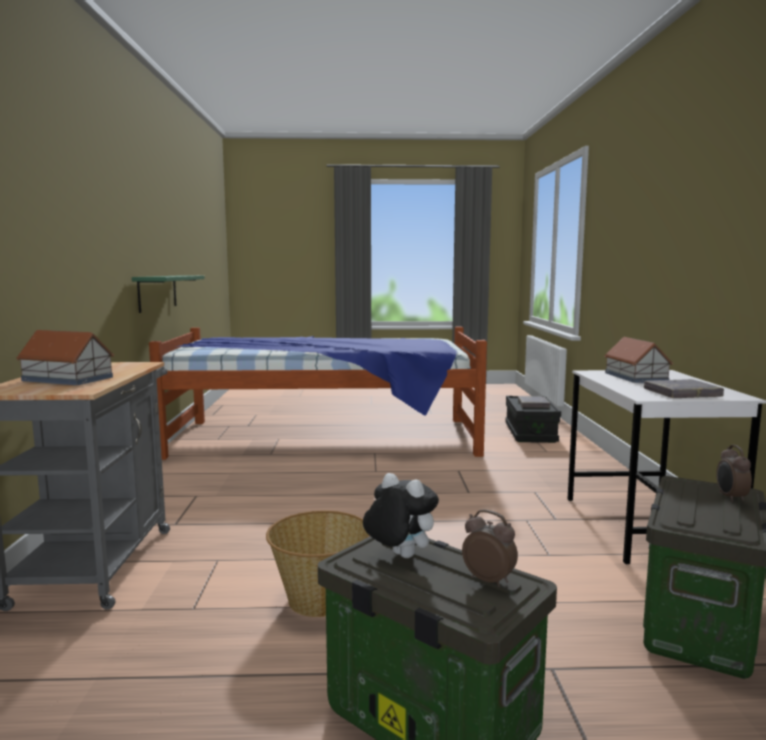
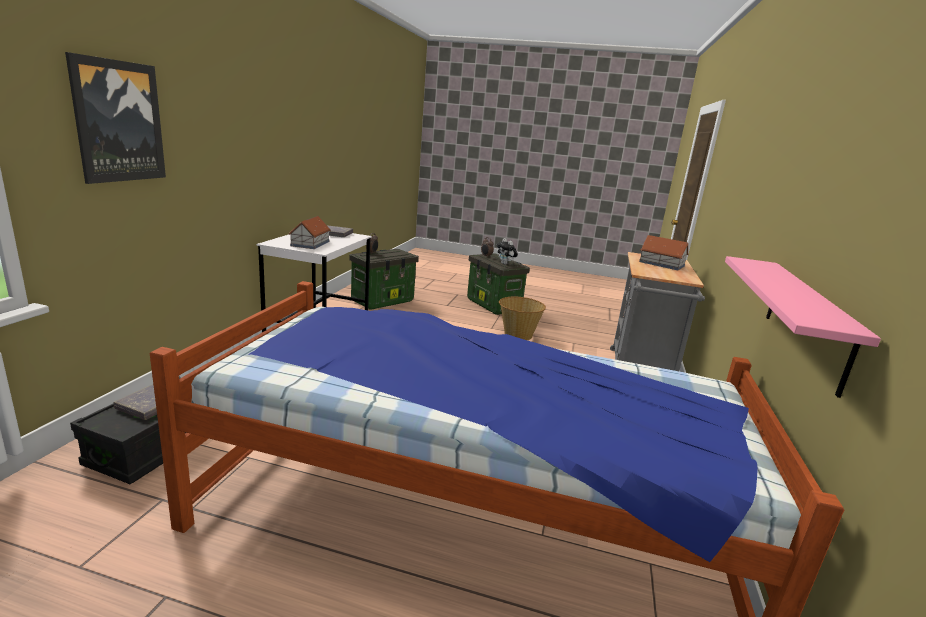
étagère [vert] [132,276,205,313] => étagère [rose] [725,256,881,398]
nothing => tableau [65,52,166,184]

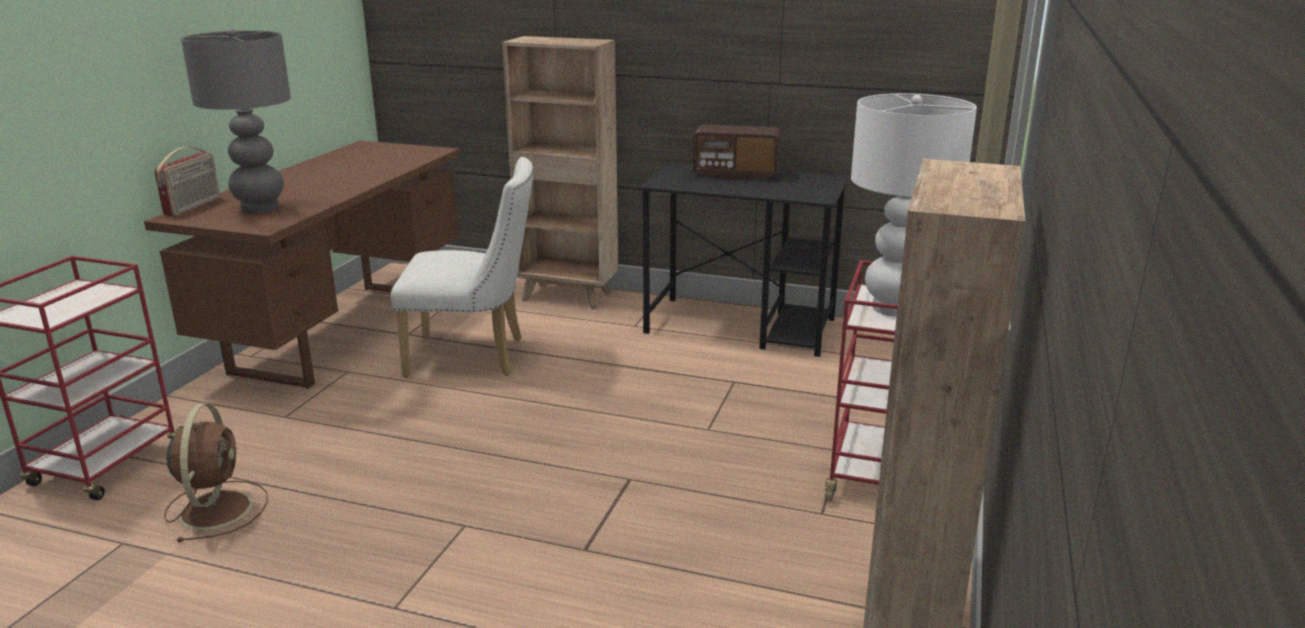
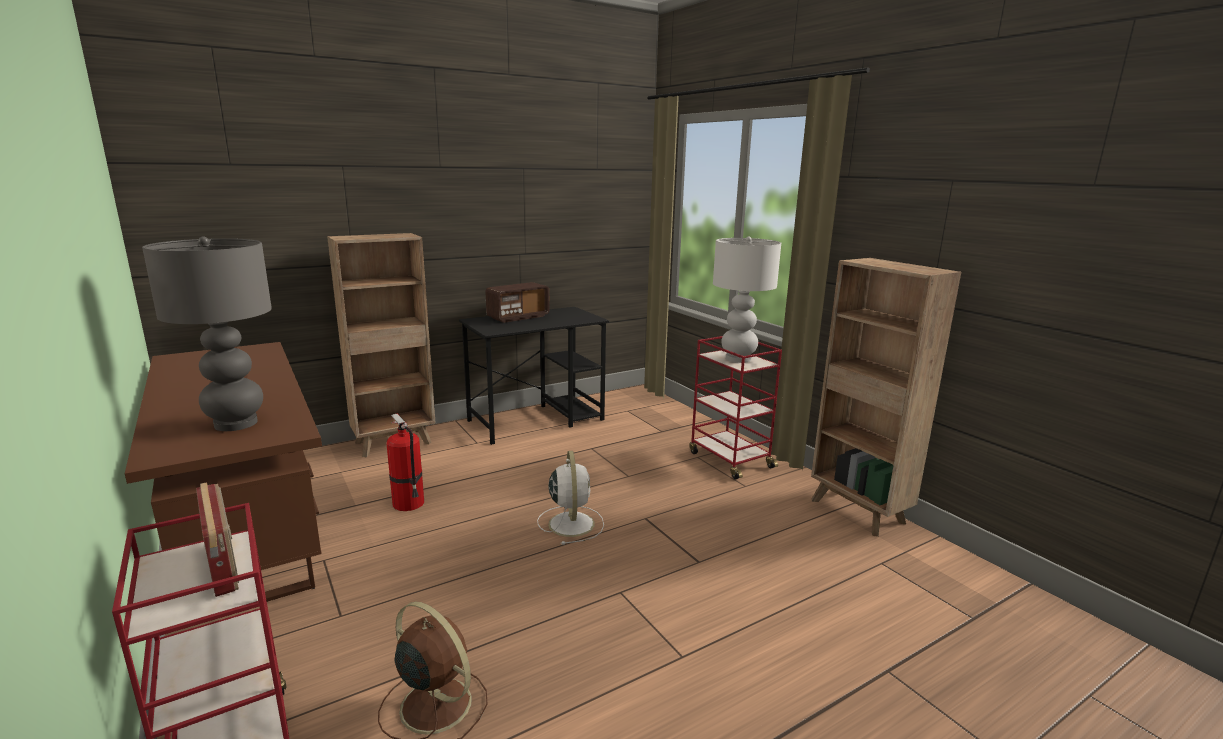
radio [154,147,220,216] => radio [196,482,239,597], shifted
chaise [blanc] [391,157,533,378] => extincteur [386,414,424,511]
nothing => ventilateur [blanc] [537,451,604,545]

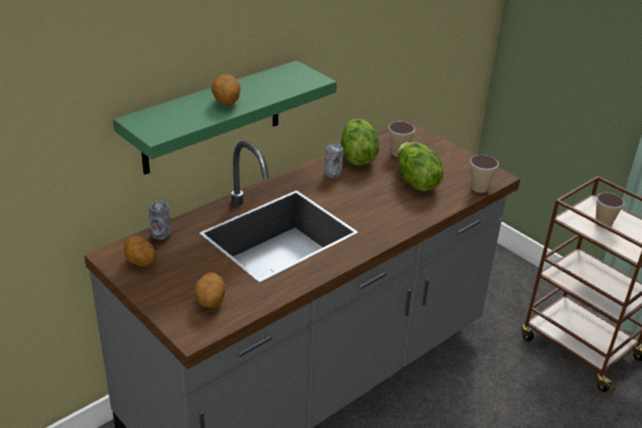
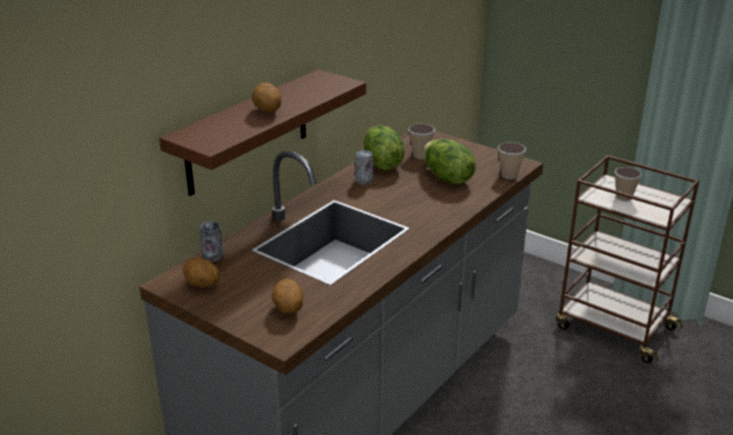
étagère [vert] [113,60,337,174] => étagère [marron] [159,69,366,196]

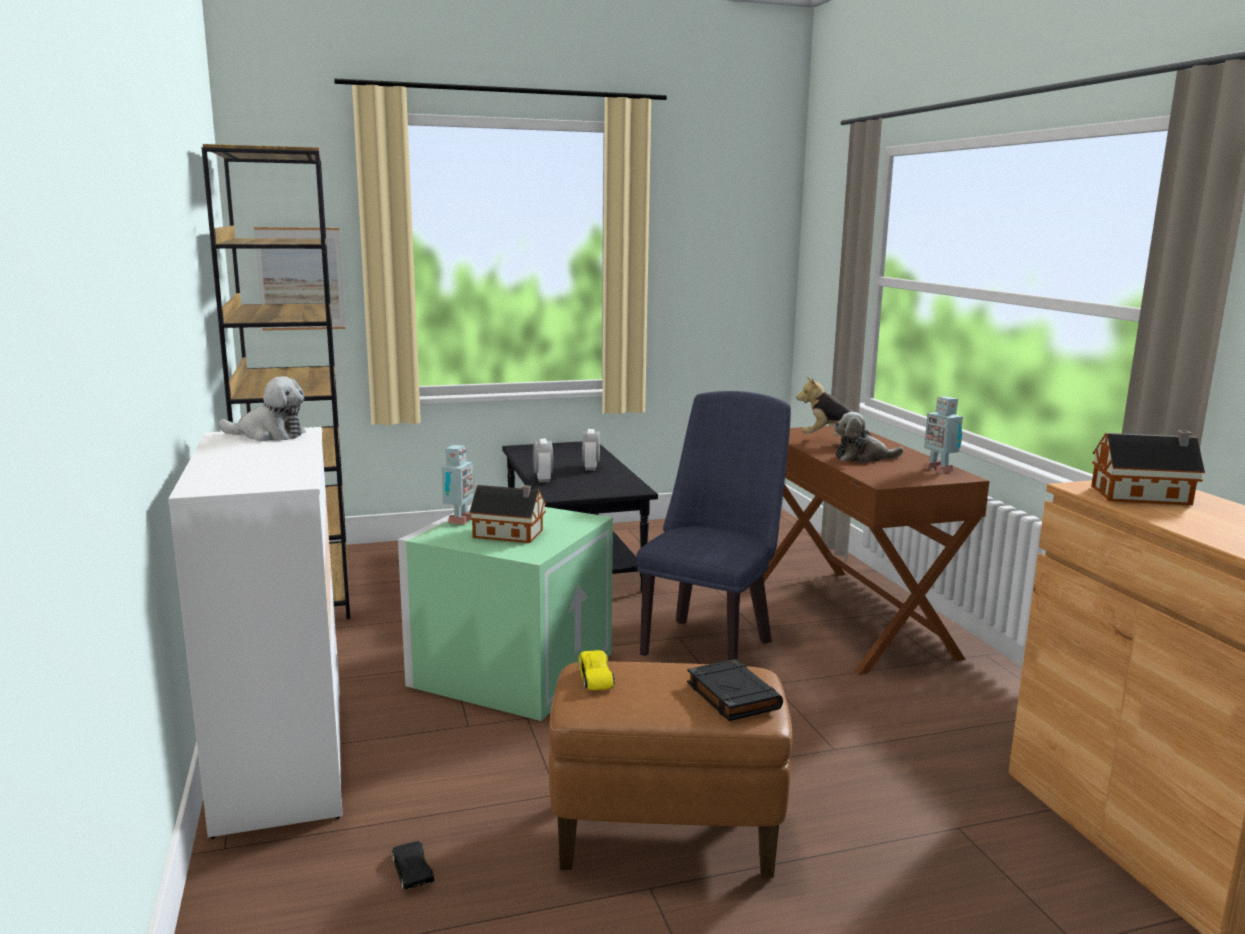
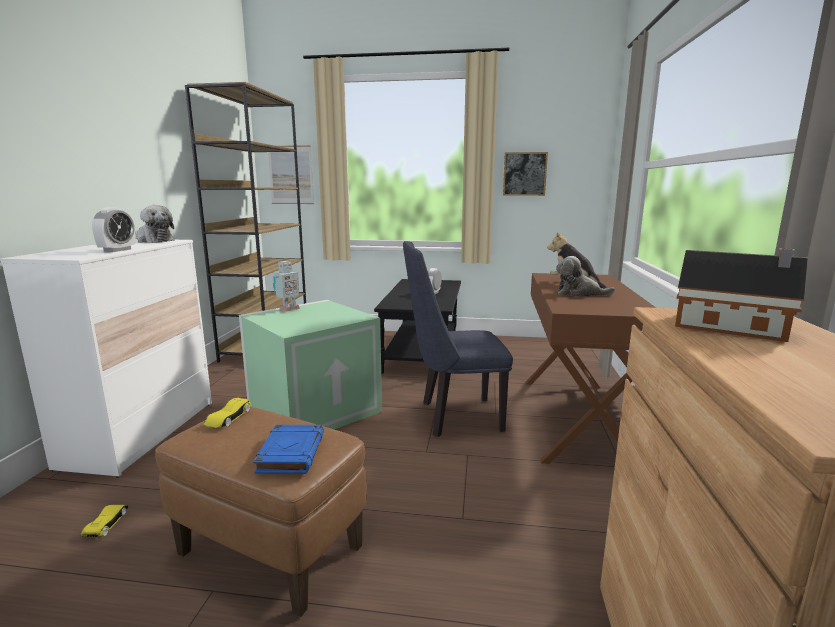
chaise [bleu] [636,391,791,660] => chaise [bleu] [403,241,513,437], 150 degrees counterclockwise
robot jouet [923,396,963,473] => nothing
réveil [533,439,553,483] => réveil [92,207,136,252], shifted
maison miniature [469,485,546,543] => nothing
livre [noir] [687,659,783,721] => livre [bleu] [253,425,324,474]
petite voiture [noir] [392,841,434,890] => petite voiture [jaune] [81,505,128,537]
nothing => tableau [503,152,548,196]

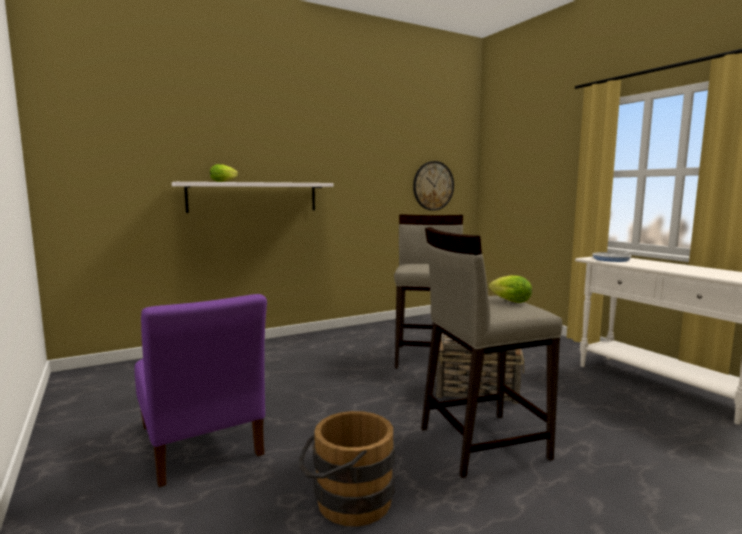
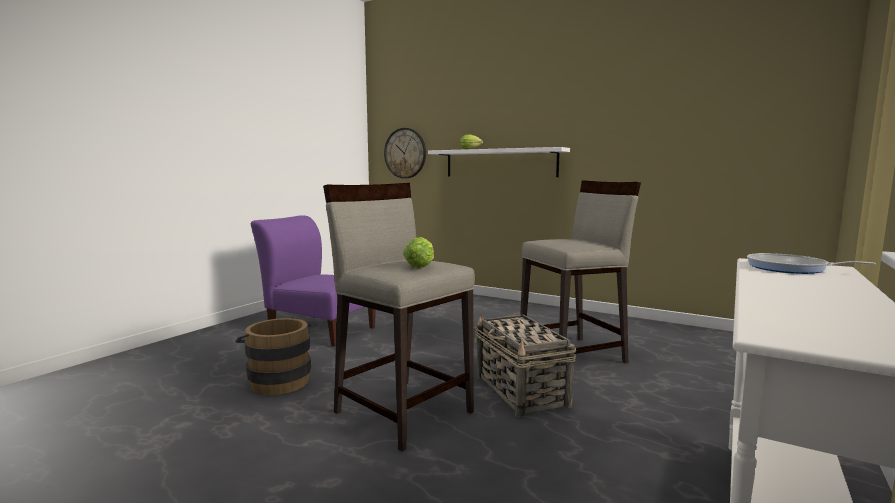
horloge murale [413,161,454,211] => horloge murale [384,128,426,178], shifted
chaise [violet] [134,294,267,487] => chaise [violet] [251,215,376,347], 90 degrees clockwise

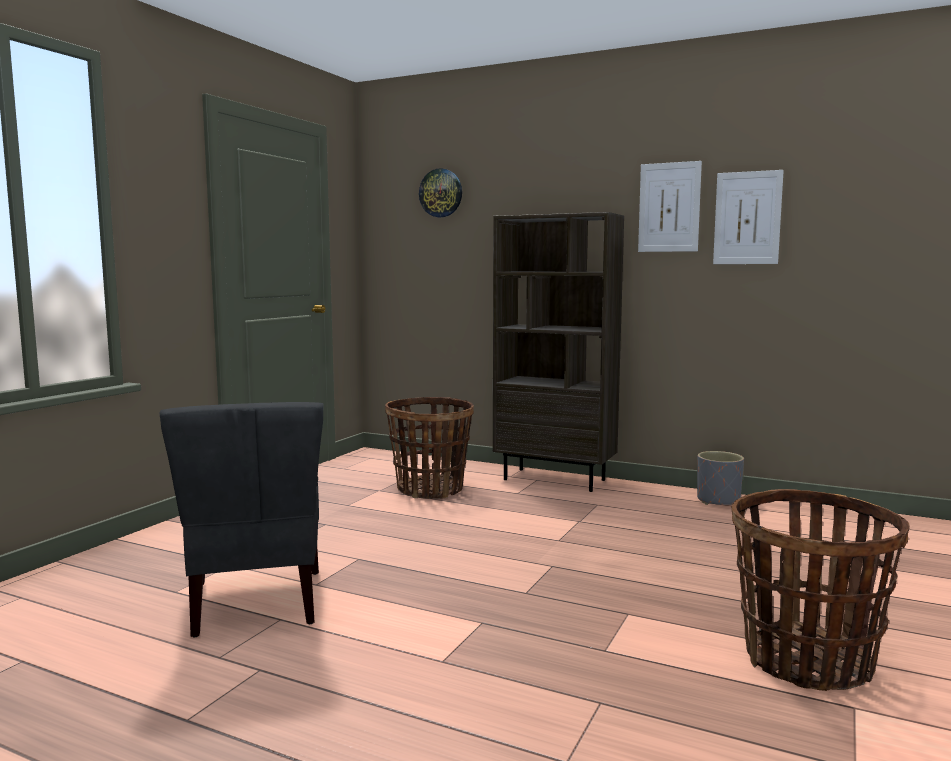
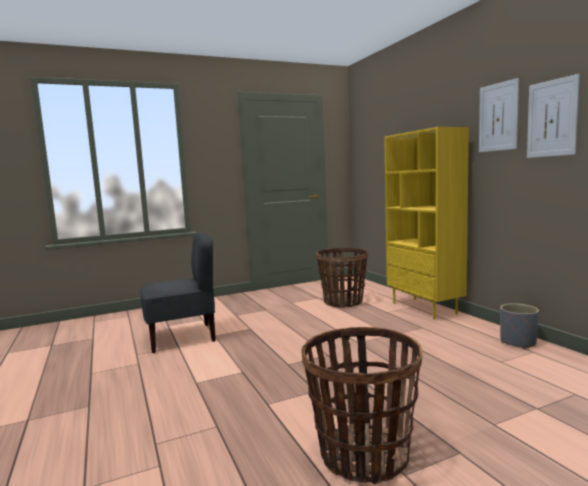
horloge murale [419,168,462,217] => nothing
bibliothèque [marron] [493,212,624,492] => bibliothèque [jaune] [384,127,469,320]
chaise [gris] [160,402,323,638] => chaise [gris] [140,233,216,353], 135 degrees counterclockwise

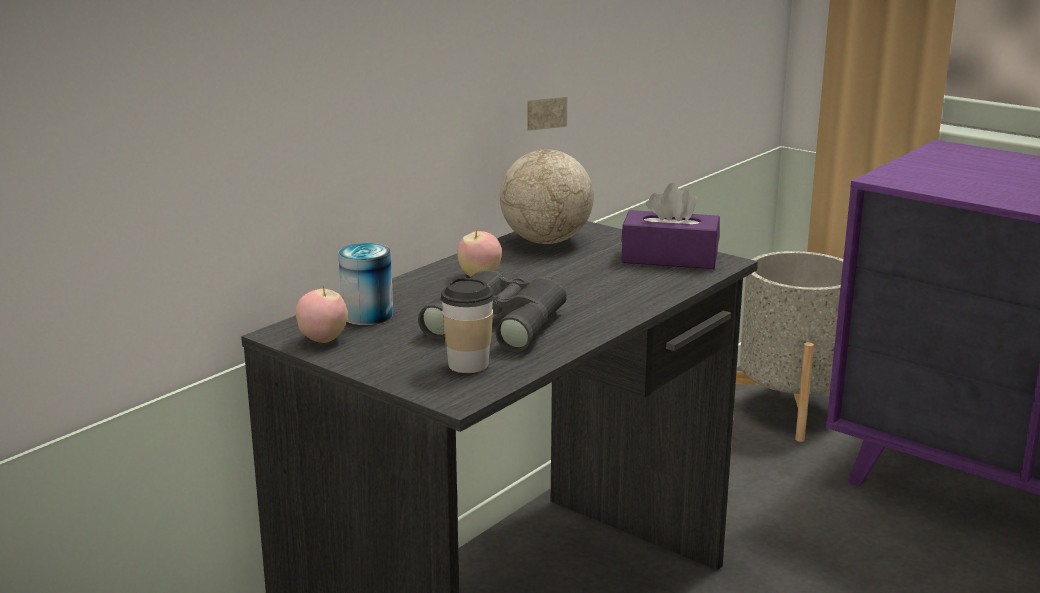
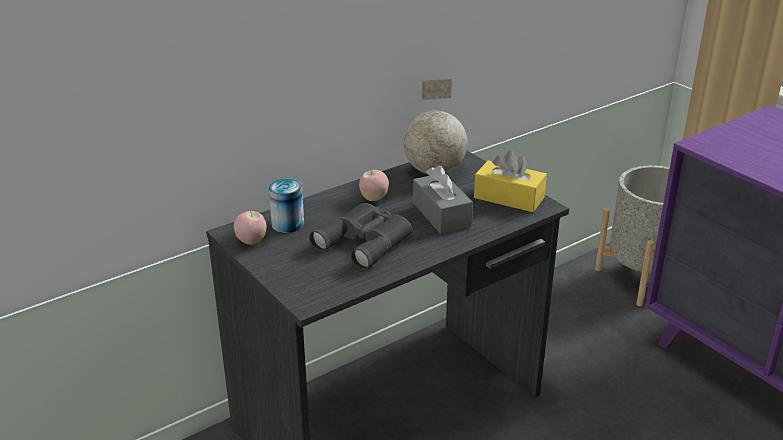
boîte à mouchoirs [violet] [621,183,720,269] => boîte à mouchoirs [jaune] [474,150,547,212]
tasse [440,277,494,373] => nothing
nothing => boîte à mouchoirs [gris] [413,165,473,234]

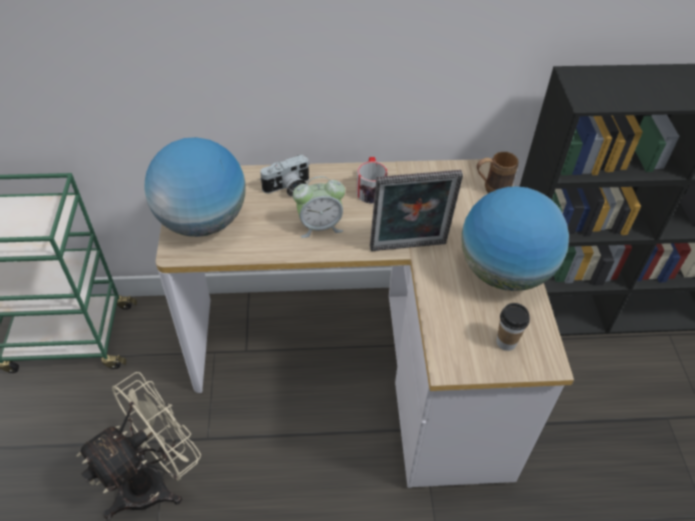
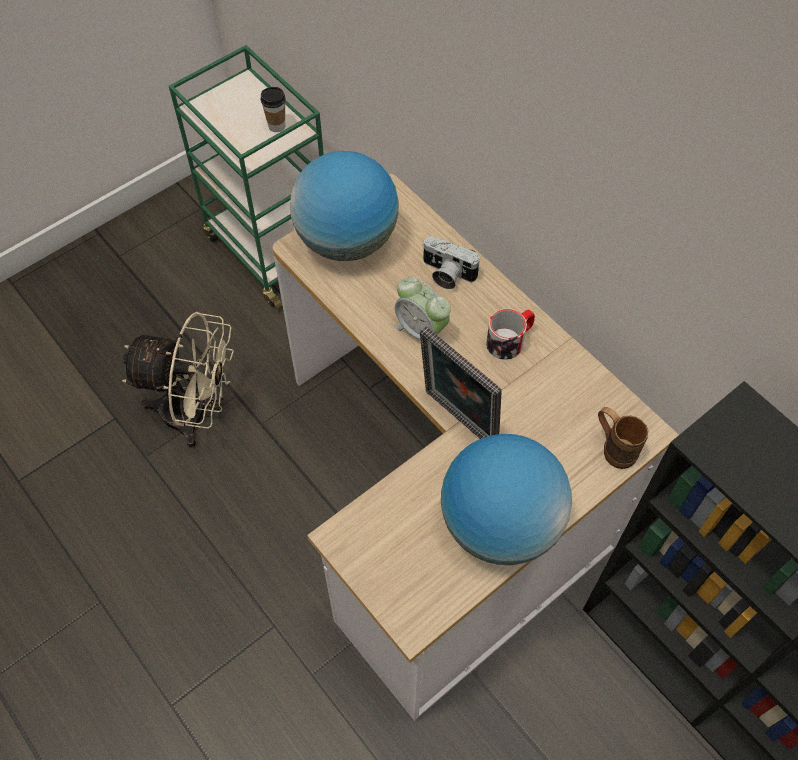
tasse [497,303,530,351] => tasse [260,87,286,132], shifted

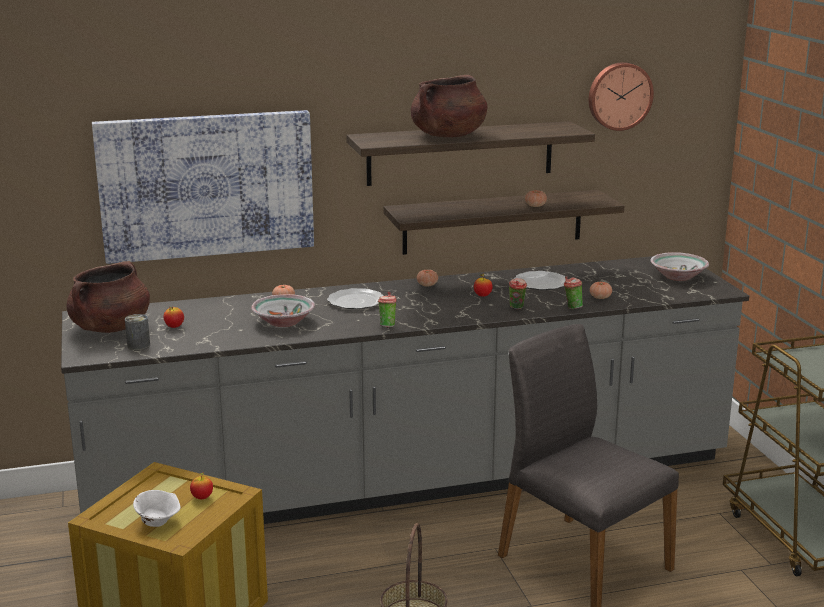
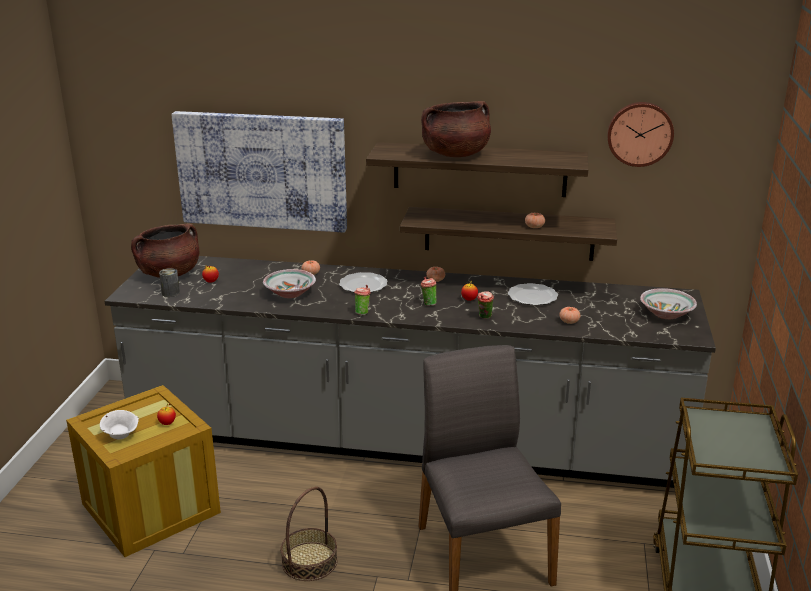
tasse [564,276,583,309] => tasse [421,276,437,306], shifted

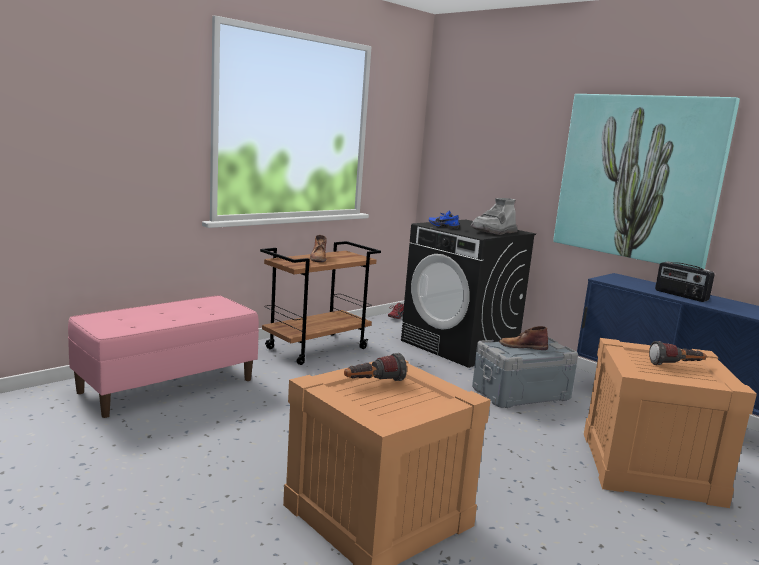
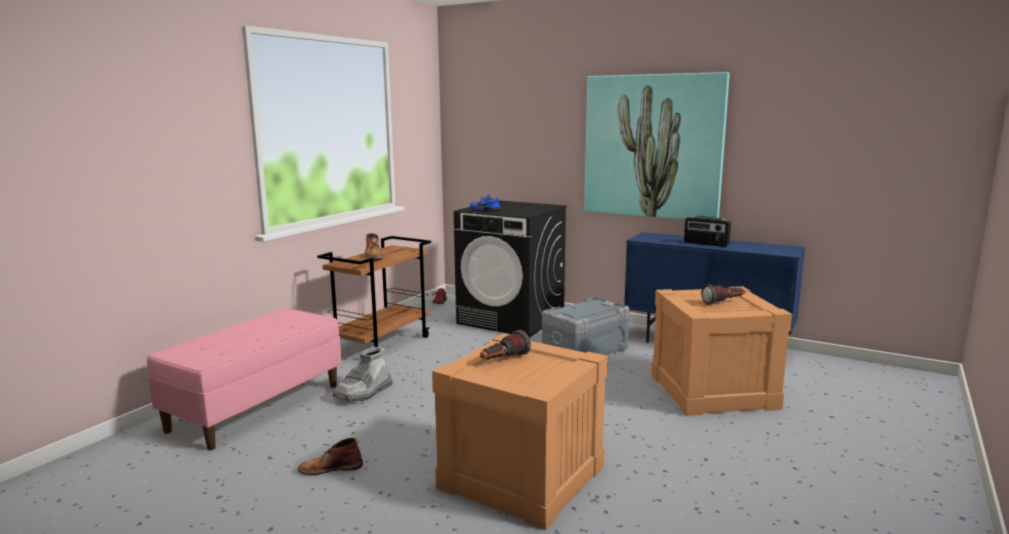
botte [gris] [471,198,518,235] => botte [gris] [333,347,393,401], shifted
botte [marron] [499,326,548,350] => botte [marron] [298,438,363,475], shifted

